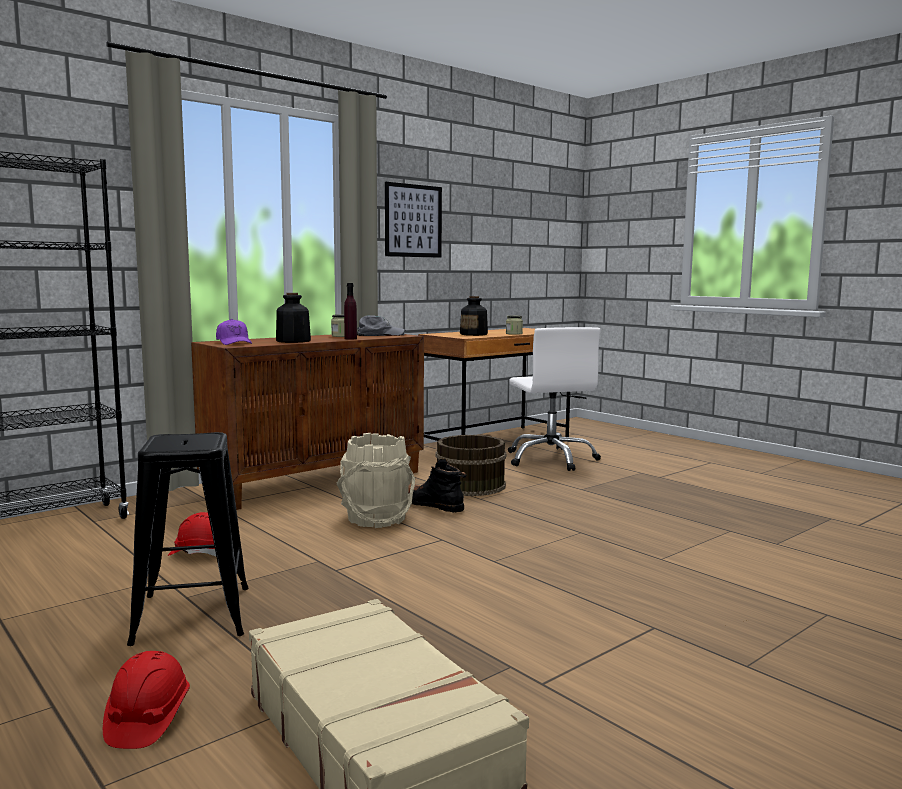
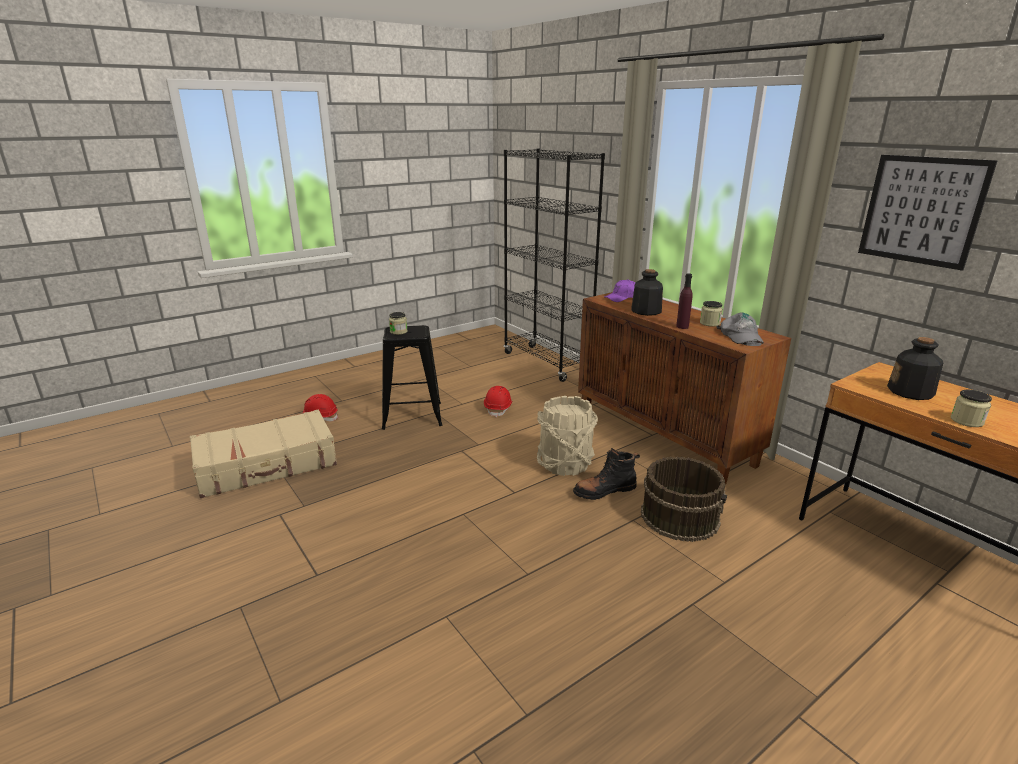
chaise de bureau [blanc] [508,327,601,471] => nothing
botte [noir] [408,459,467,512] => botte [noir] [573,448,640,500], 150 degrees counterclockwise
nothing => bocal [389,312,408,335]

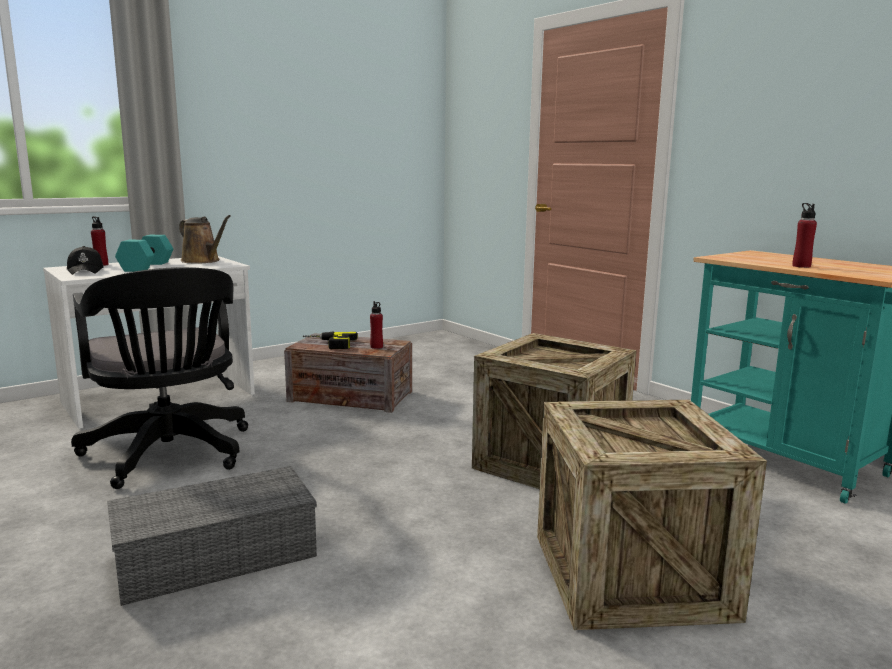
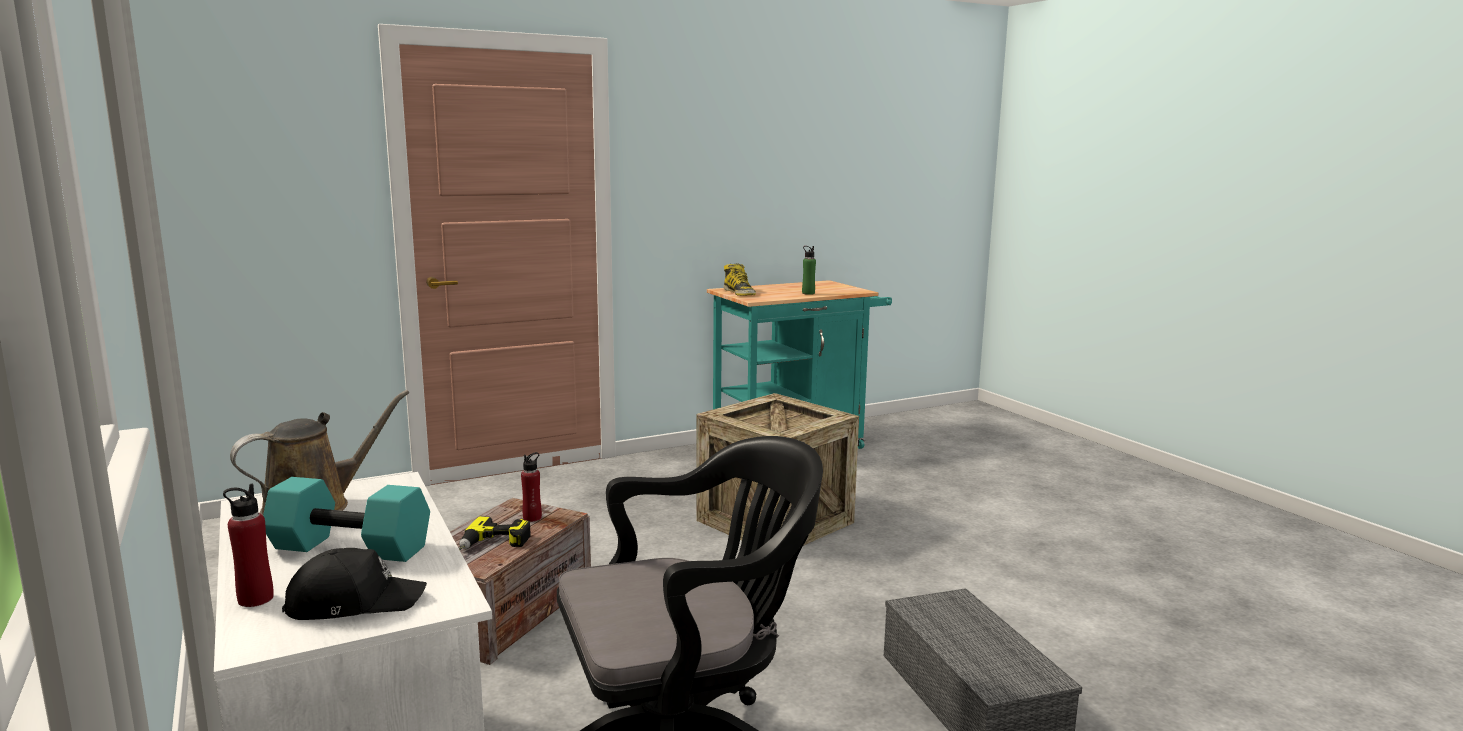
bouteille [rouge] [792,203,817,268] => bouteille [vert] [802,246,816,295]
caisse [537,400,767,630] => nothing
nothing => botte [723,263,756,296]

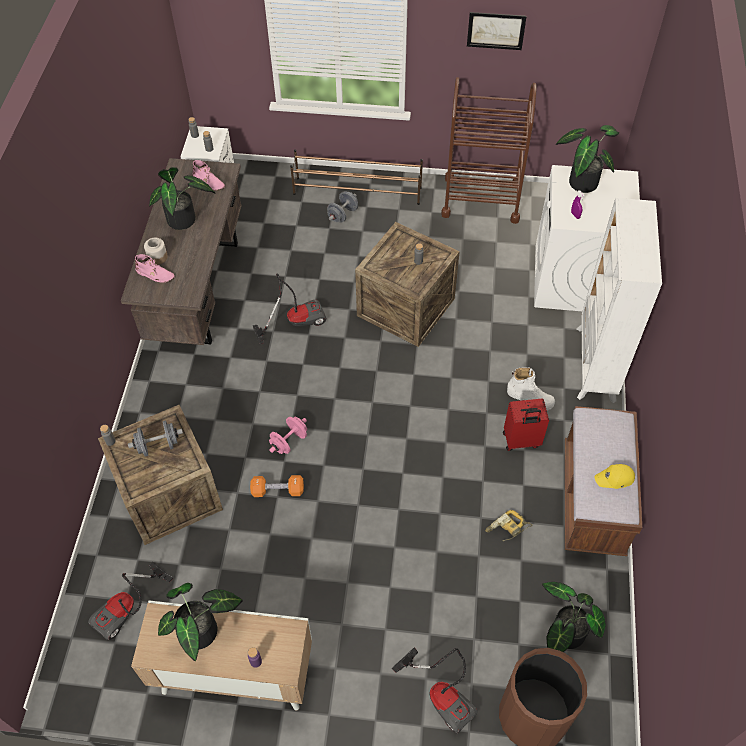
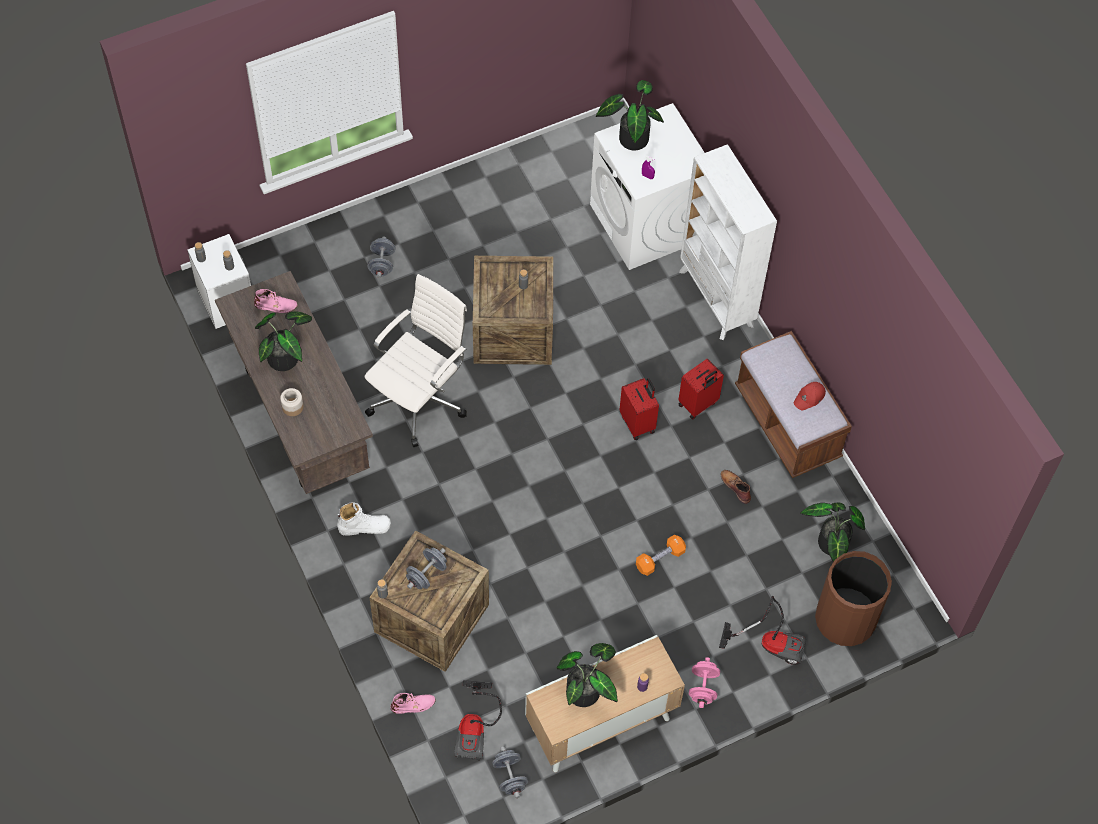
tableau [467,12,527,50] => nothing
chariot [marron] [441,77,537,224] => nothing
étagère à chaussures [marron] [290,149,423,205] => nothing
botte [rose] [135,254,175,283] => botte [rose] [390,693,436,714], shifted
aspirateur [253,274,326,345] => chaise de bureau [blanc] [365,274,467,447]
botte [blanc] [507,367,555,411] => botte [blanc] [337,502,391,536], shifted
haltère [rose] [269,417,307,454] => haltère [rose] [689,657,720,708], shifted
casquette [jaune] [595,464,635,489] => casquette [rouge] [794,382,826,411]
haltère [orange] [250,475,304,497] => haltère [orange] [636,535,686,576], shifted
perceuse [486,510,533,541] => botte [marron] [720,470,751,504]
nothing => valise [rouge] [619,378,659,440]
nothing => haltère [gris] [492,747,528,798]

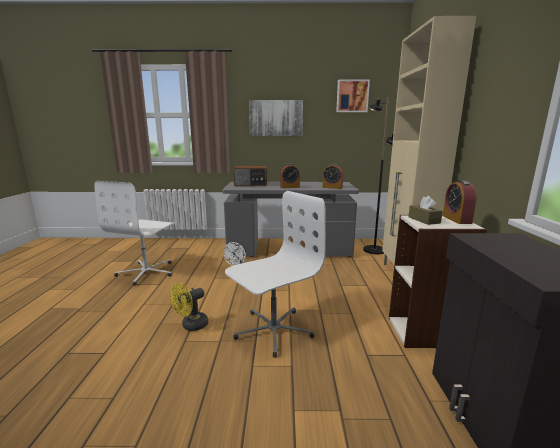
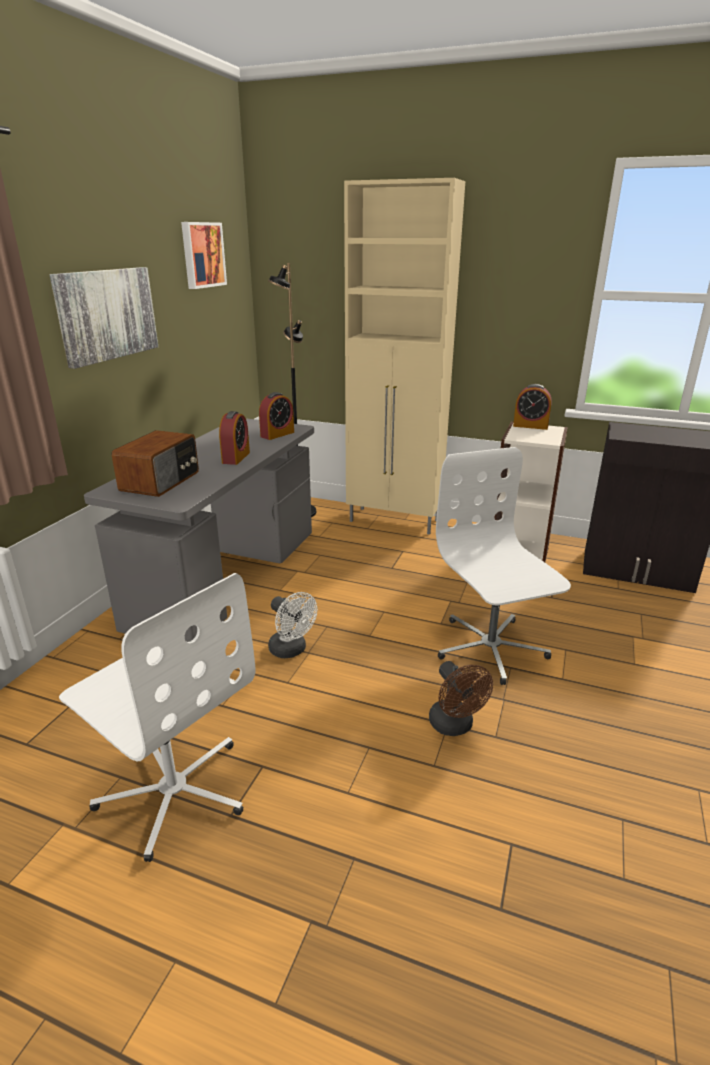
boîte à mouchoirs [marron] [408,196,443,225] => nothing
ventilateur [jaune] [171,283,208,331] => ventilateur [marron] [429,661,493,736]

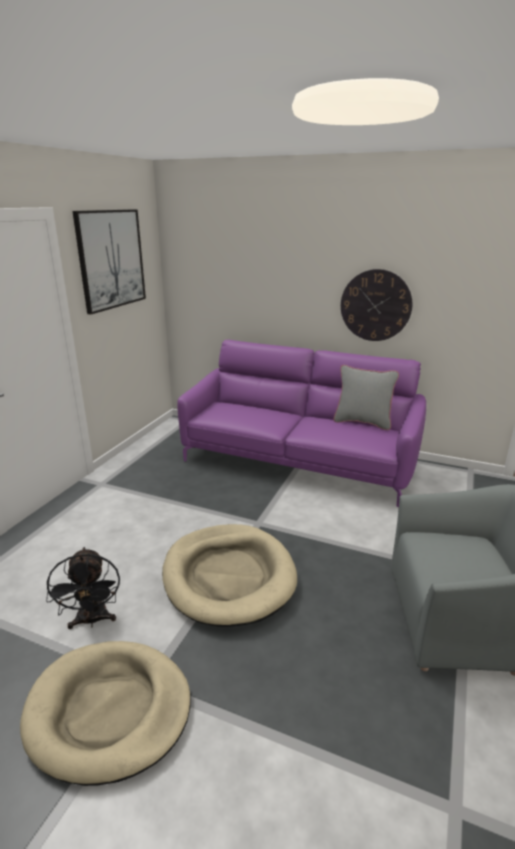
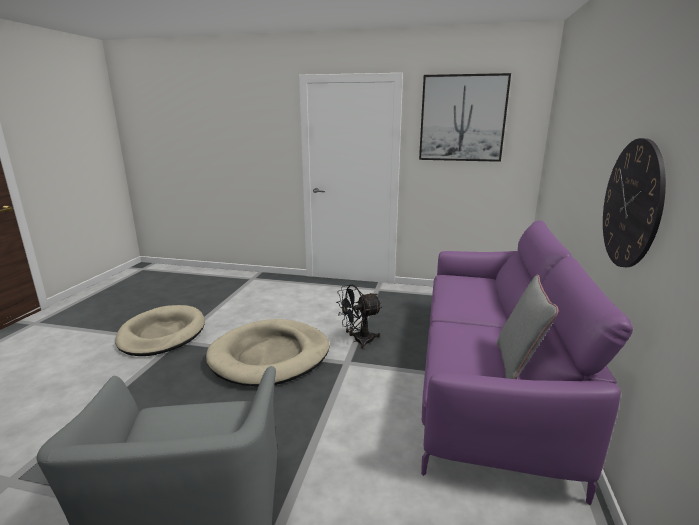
ventilateur [noir] [46,547,120,629] => ventilateur [noir] [336,285,382,349], shifted

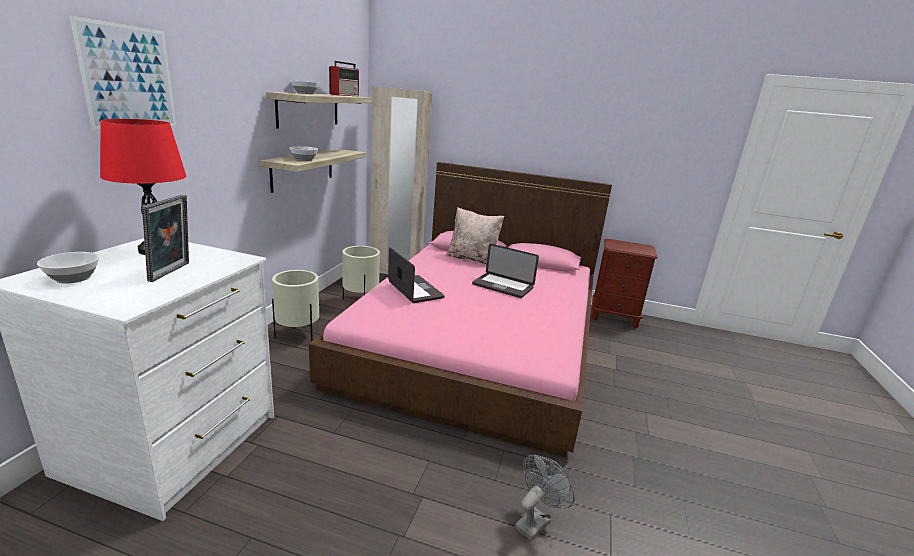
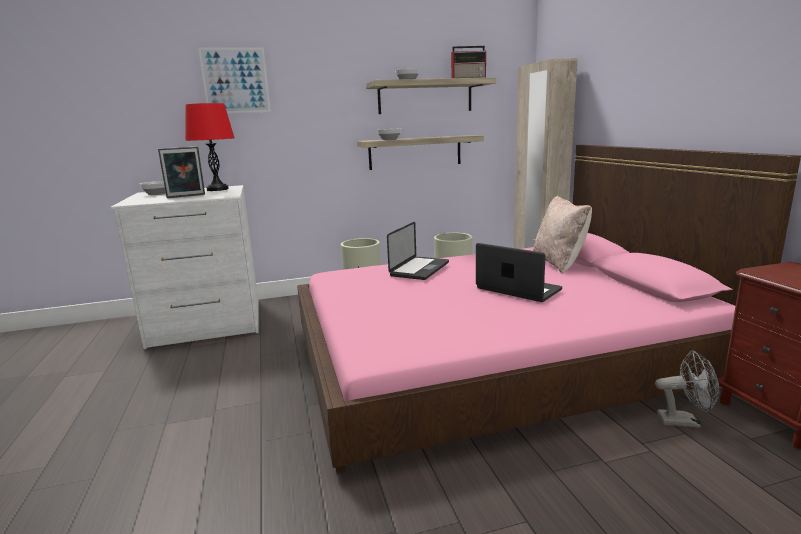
ordinateur portable [472,244,539,298] => ordinateur portable [476,243,562,302], 135 degrees clockwise
ventilateur [gris] [515,455,574,540] => ventilateur [gris] [655,351,719,428], shifted

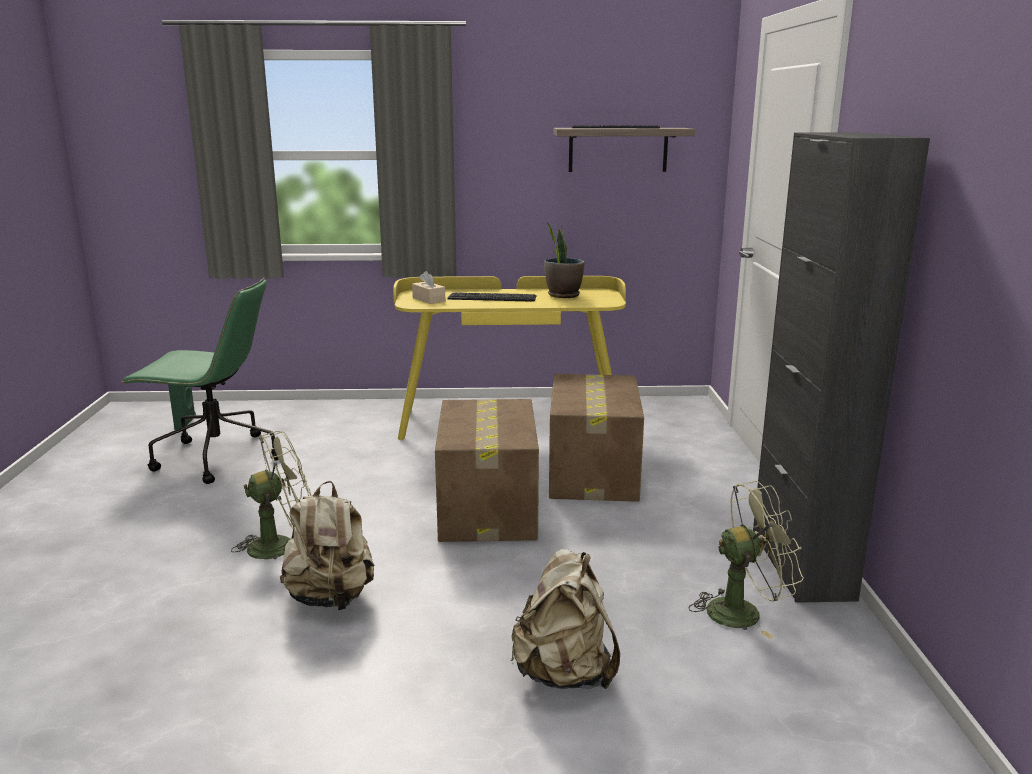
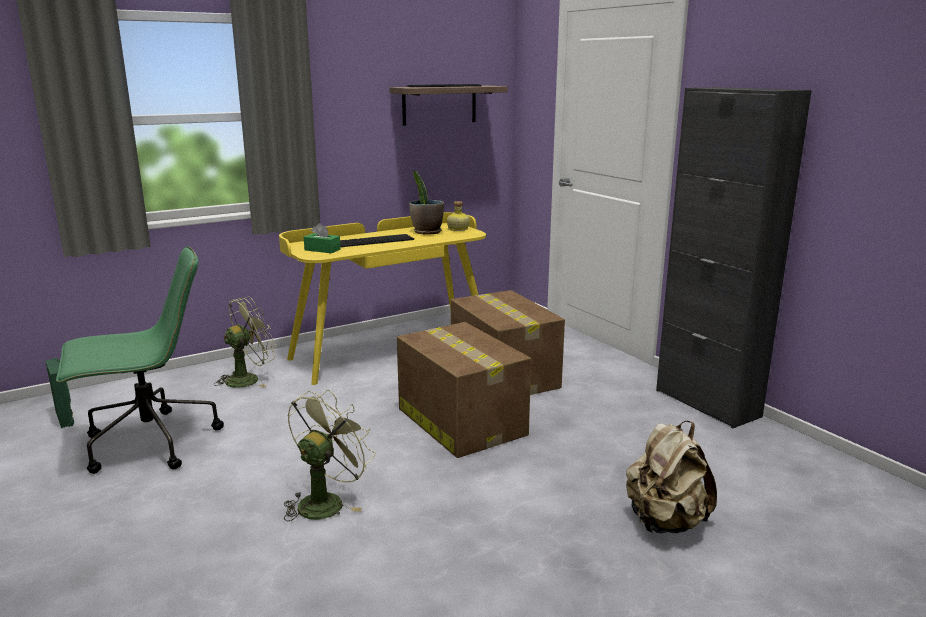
boîte à mouchoirs [beige] [412,271,445,304] => boîte à mouchoirs [vert] [304,223,341,253]
sac à dos [beige] [280,481,375,610] => nothing
ventilateur [vert] [689,481,804,639] => ventilateur [vert] [214,296,276,388], shifted
nothing => bouteille [447,201,470,231]

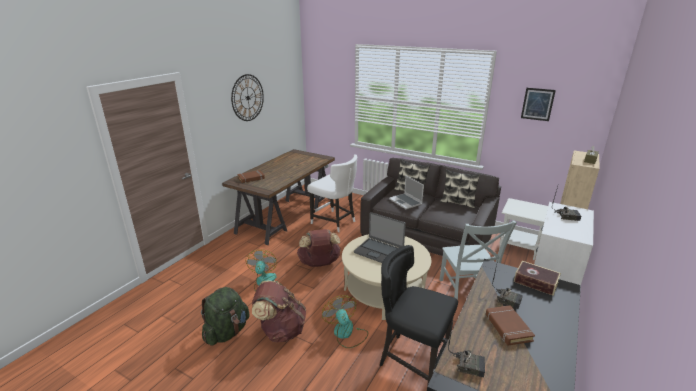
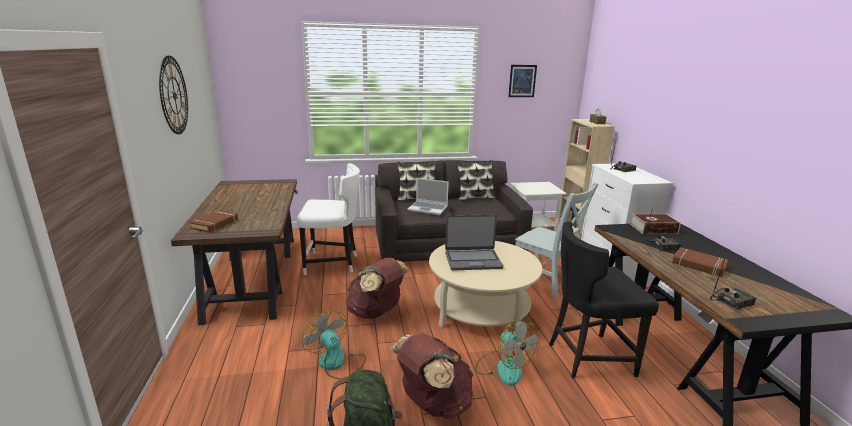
ventilateur [322,295,368,348] => ventilateur [476,319,540,385], 150 degrees counterclockwise

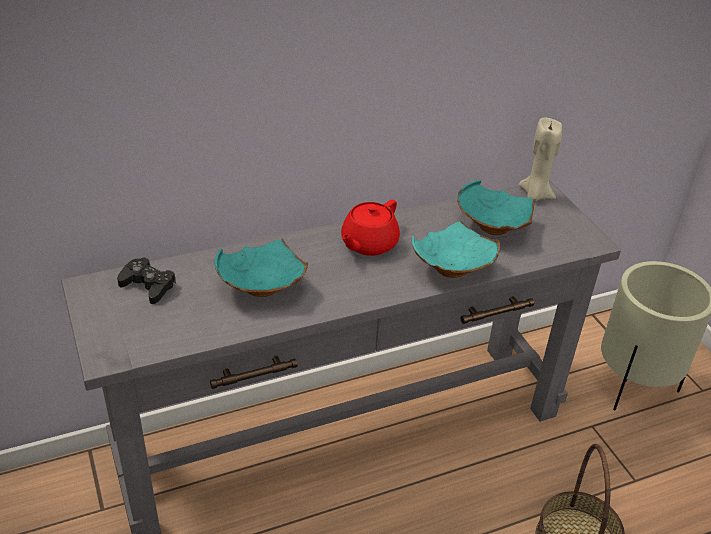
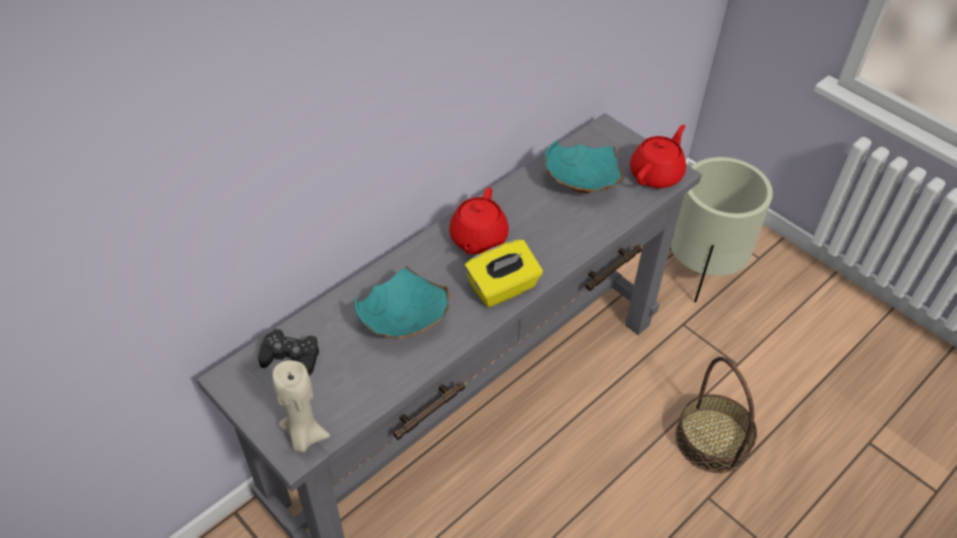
bougie [beige] [519,117,562,202] => bougie [beige] [272,360,330,453], shifted
bol [turquoise] [412,221,500,278] => nothing
nothing => théière [rouge] [630,124,686,188]
nothing => boîte à mouchoirs [jaune] [464,239,543,307]

